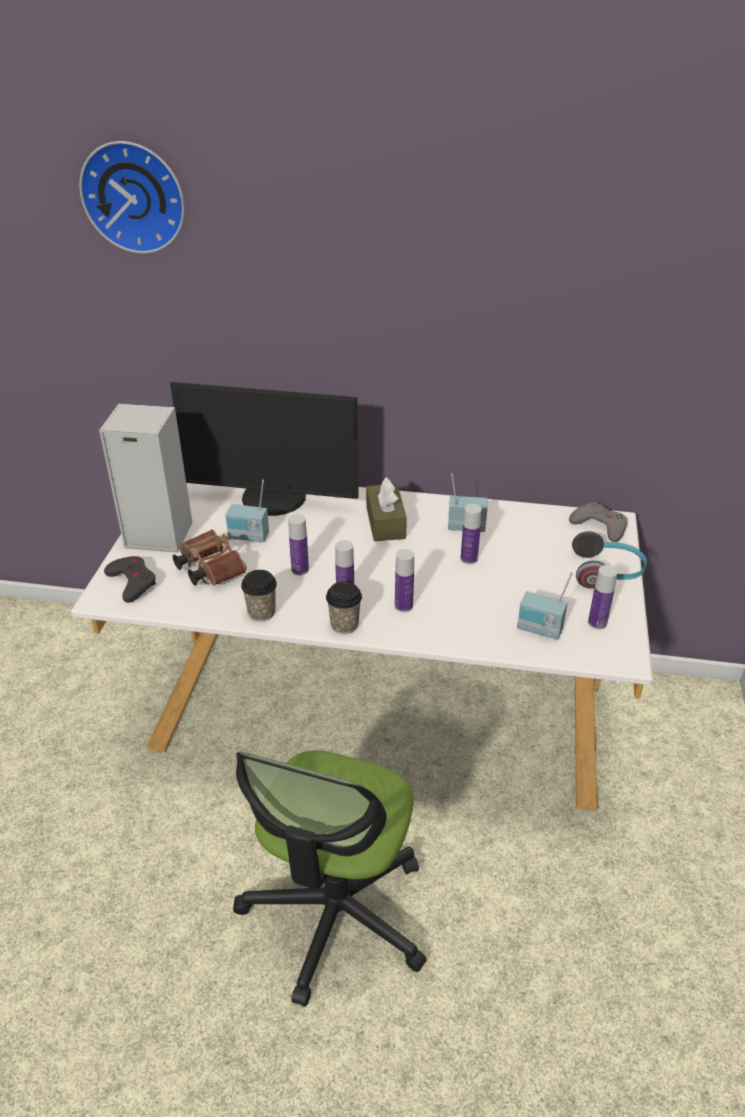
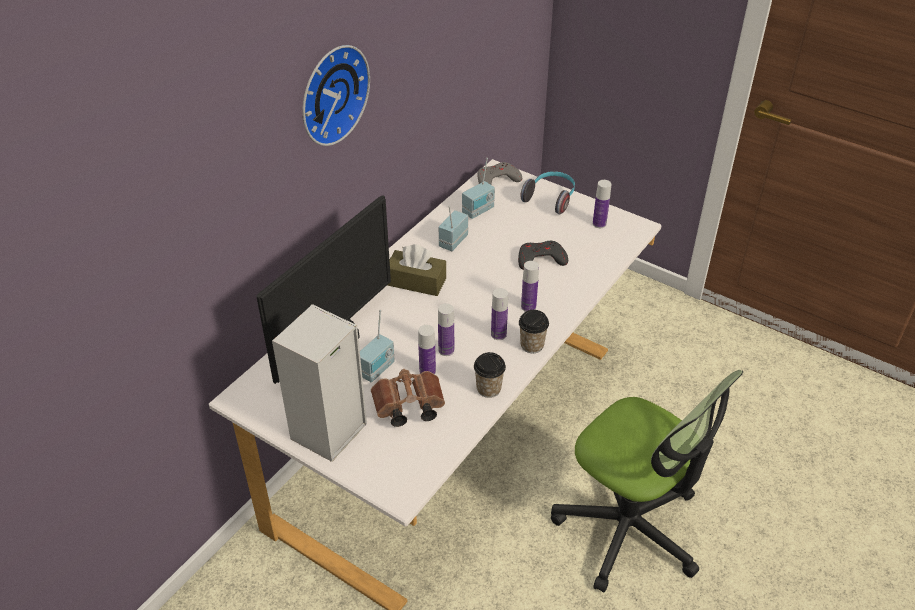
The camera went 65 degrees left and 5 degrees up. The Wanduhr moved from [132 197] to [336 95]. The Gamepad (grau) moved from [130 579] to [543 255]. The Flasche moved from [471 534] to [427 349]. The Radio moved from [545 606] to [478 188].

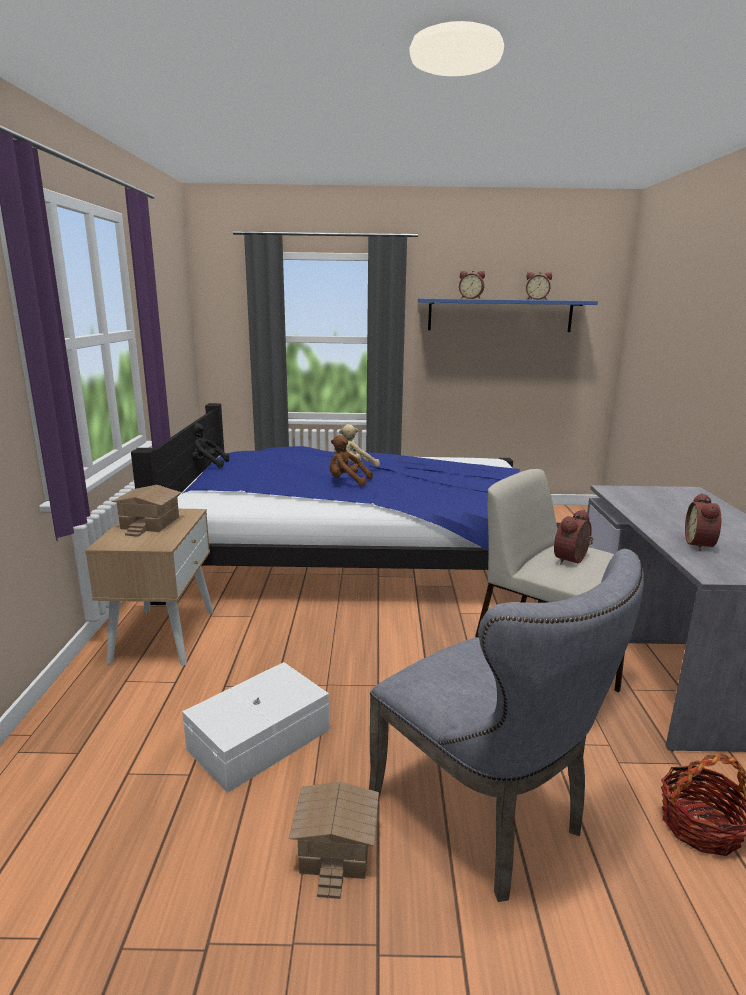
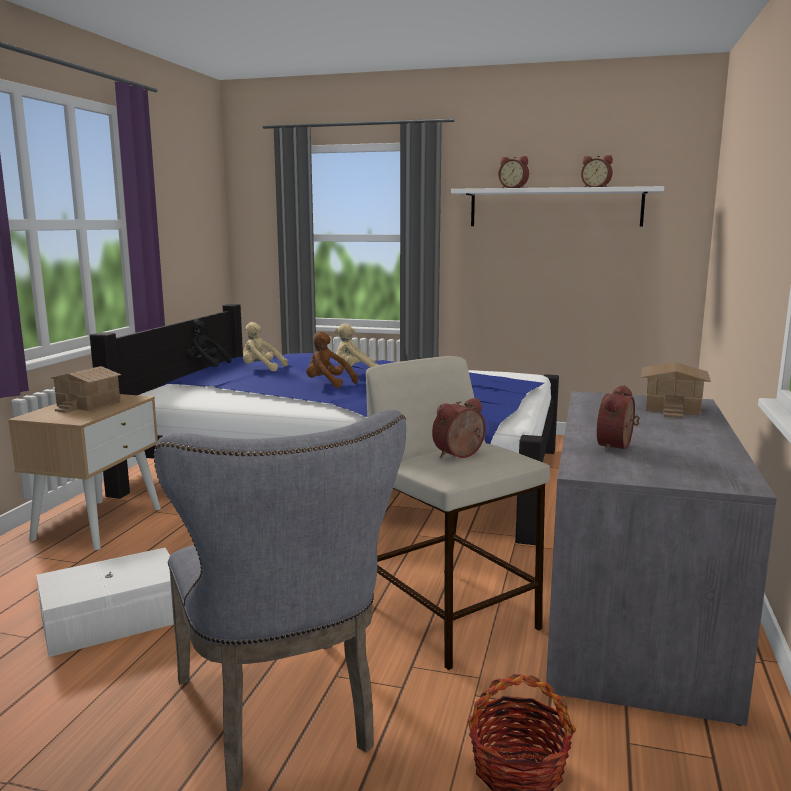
The camera went 15 degrees right and 5 degrees down. The Spielzeughaus moved from [334 840] to [676 390]. The Wandregal (blau) at [508 315] became the Wandregal (weiß) at [557 206]. The Plüschtier (beige) at [265 346] appeared.

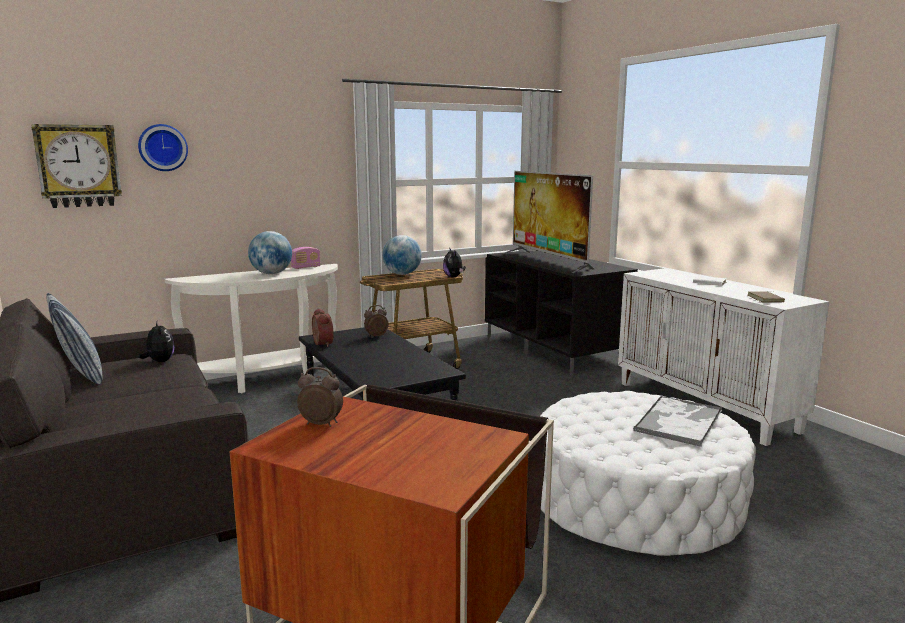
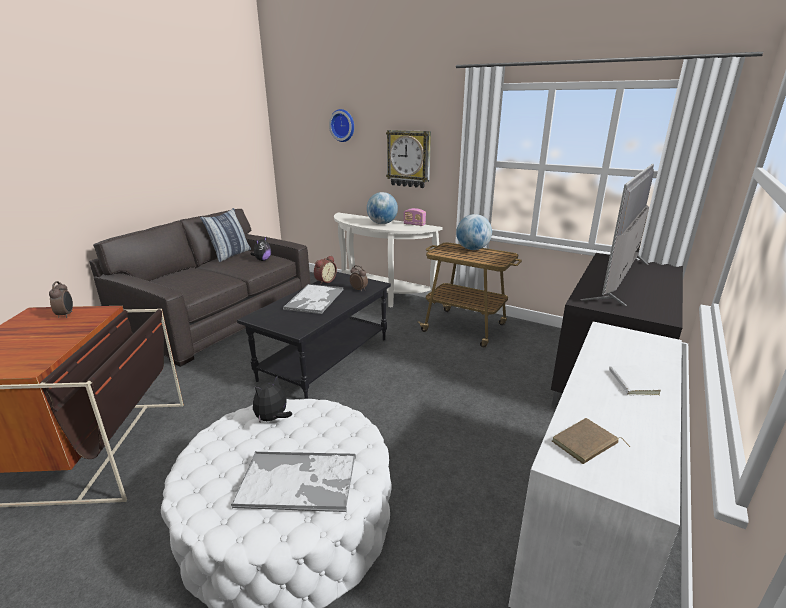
The camera went 60 degrees right and 10 degrees up. The Wanduhr moved from [76 166] to [408 159]. The Plüschtier moved from [454 262] to [272 399]. The Tablett at [313 299] appeared.

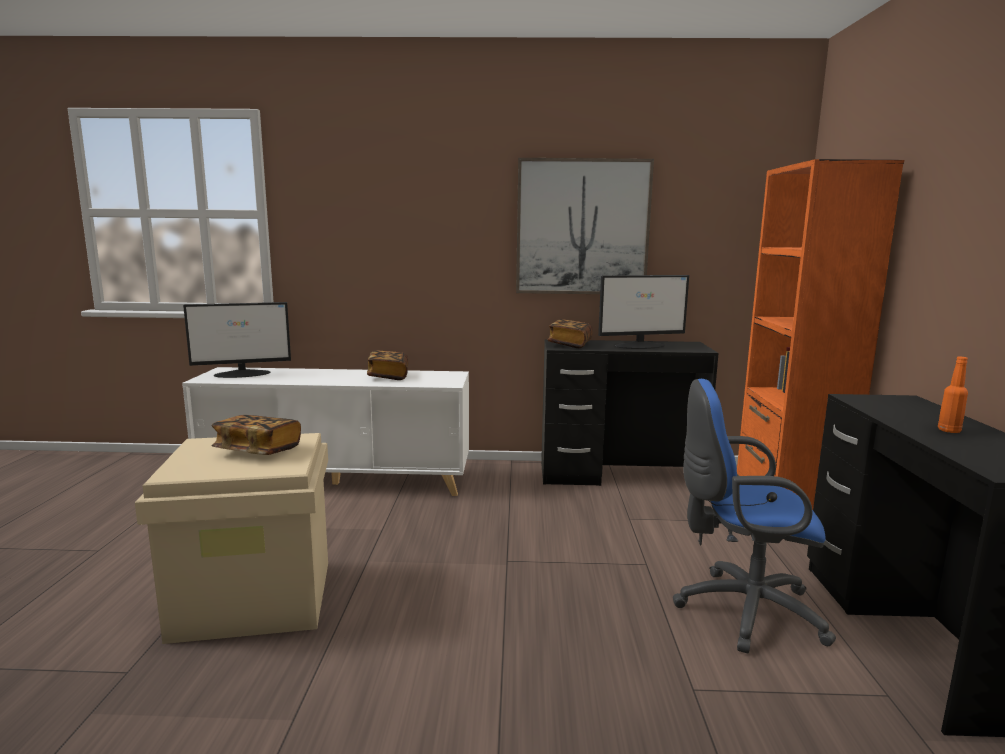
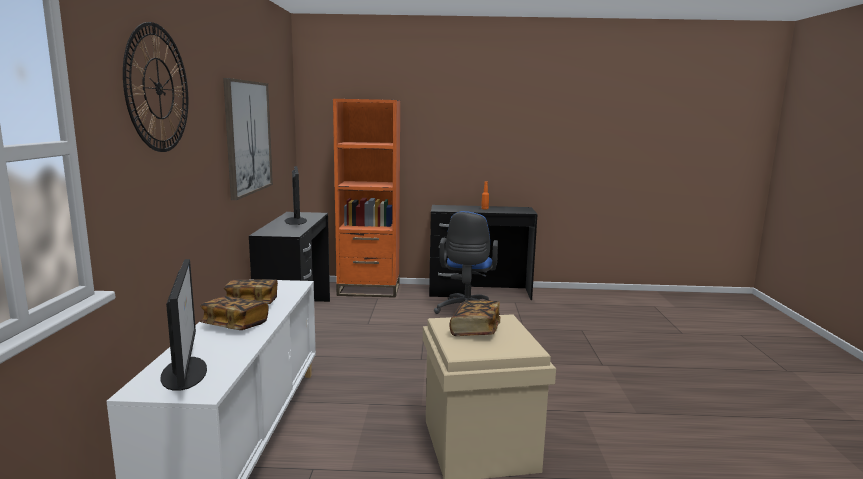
The camera went 90 degrees left and 0 degrees up. The Buch moved from [570 333] to [234 313]. The Wanduhr at [155 87] appeared.

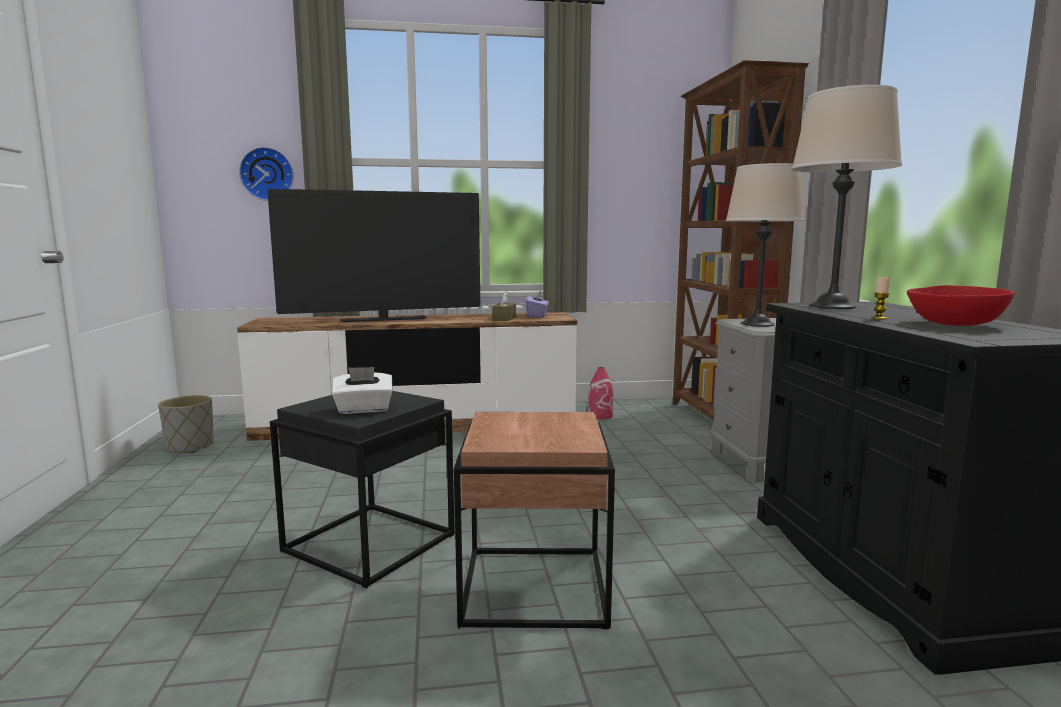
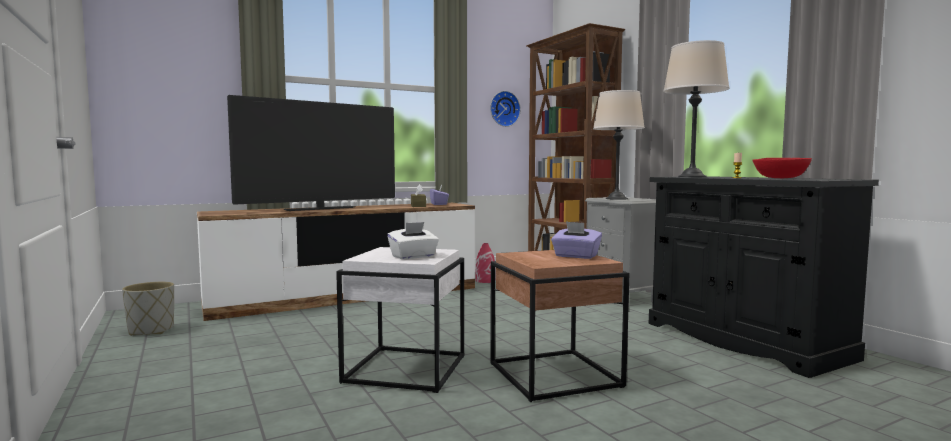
The camera went 20 degrees left and 5 degrees down. The Wanduhr moved from [266 174] to [505 109]. The Beistelltisch (schwarz) at [362 489] became the Beistelltisch (weiß) at [400 320]. The Taschentuchbox (lila) at [576 240] appeared.

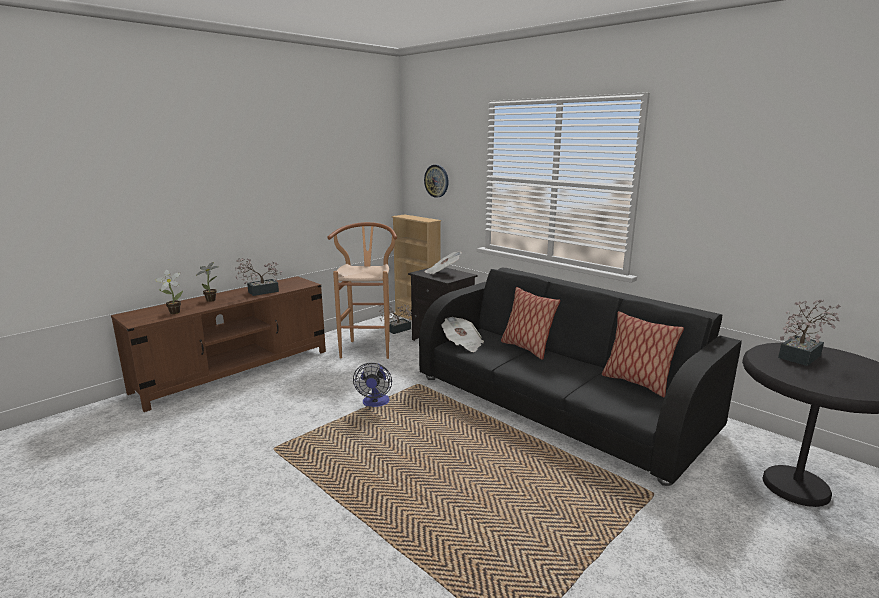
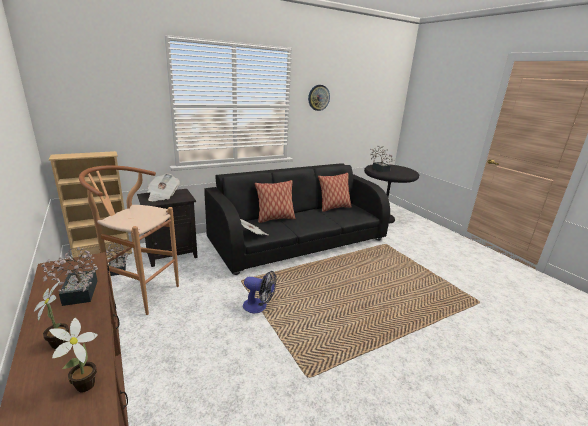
The camera went 75 degrees left and 5 degrees up. The Wanduhr moved from [436 181] to [319 98].

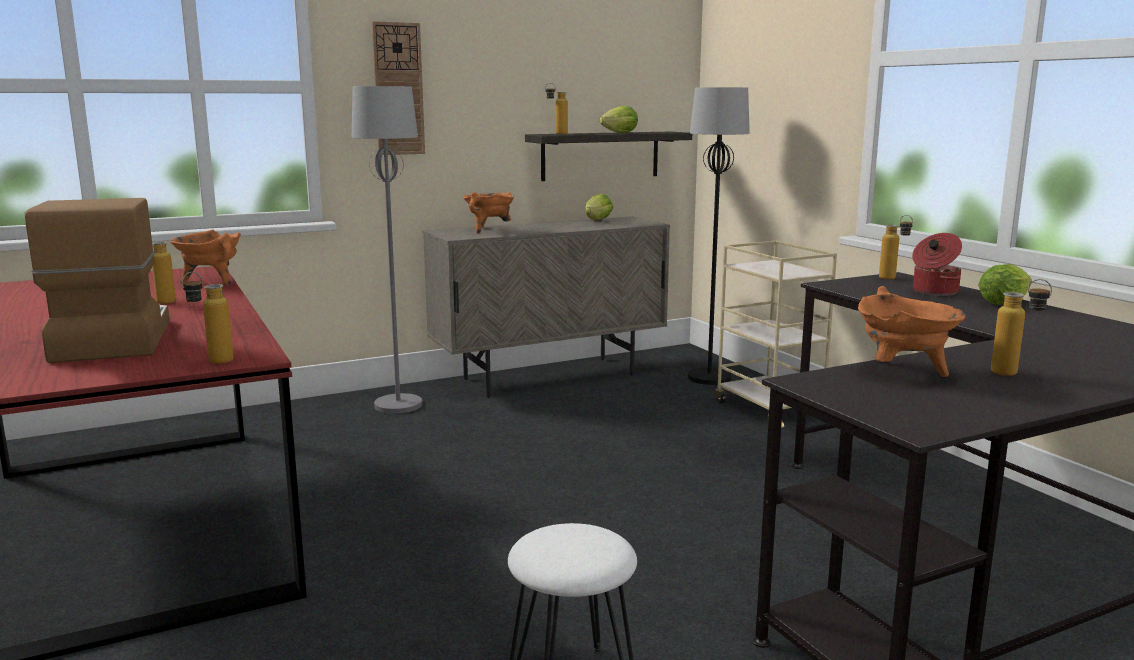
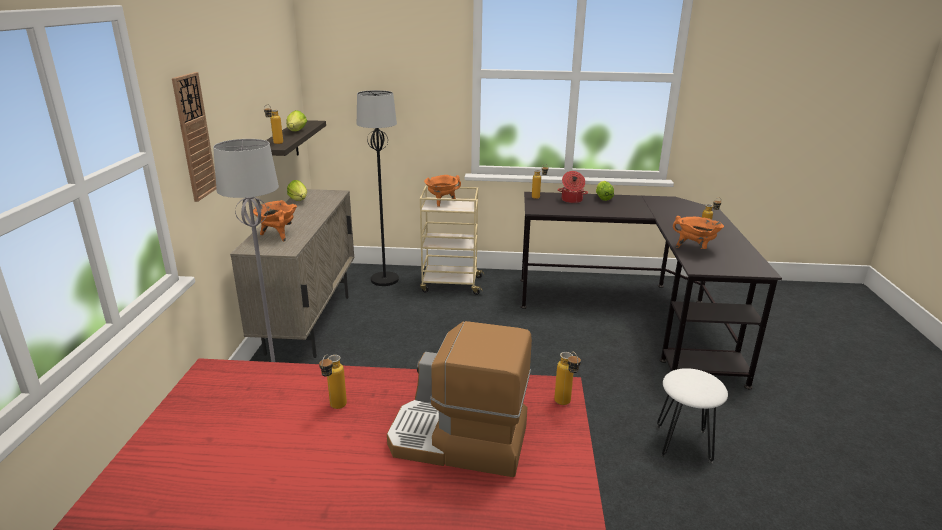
The camera went 60 degrees left and 10 degrees up. The Kochtopf (orange) moved from [205 258] to [442 191].

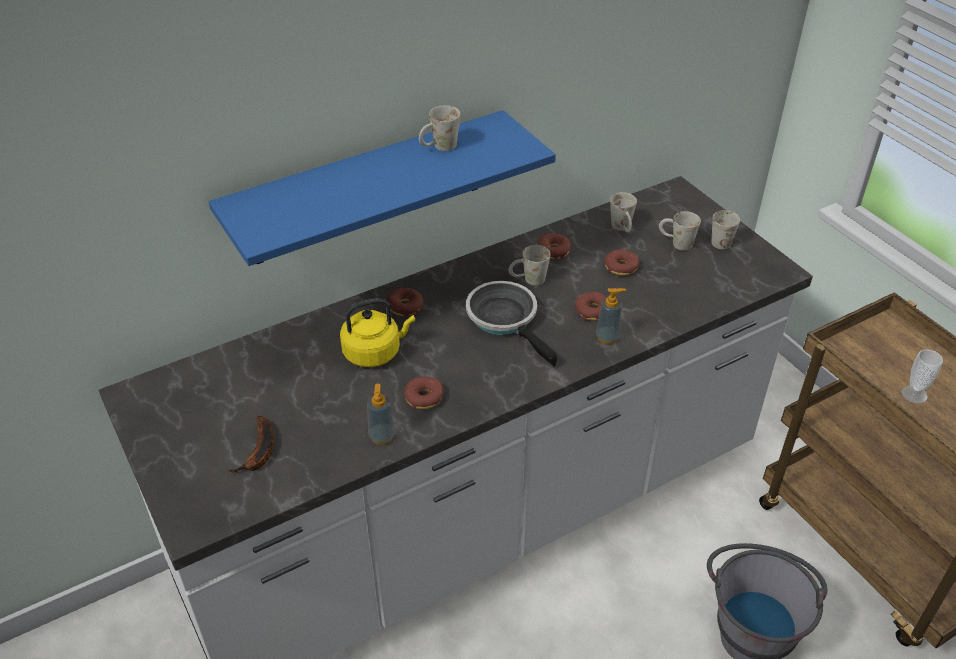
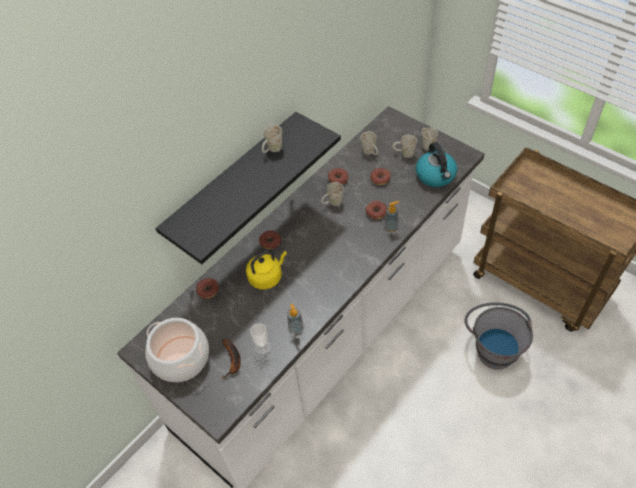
The camera went 15 degrees left and 10 degrees up. The Wandregal (blau) at [382 188] became the Wandregal (schwarz) at [248 188]. The Donut moved from [424 393] to [207 288]. The Pfanne at [511 324] disappeared. The Tasse moved from [922 377] to [260 339]. The Kochtopf at [177 350] appeared. The Wasserkessel at [436 164] appeared.

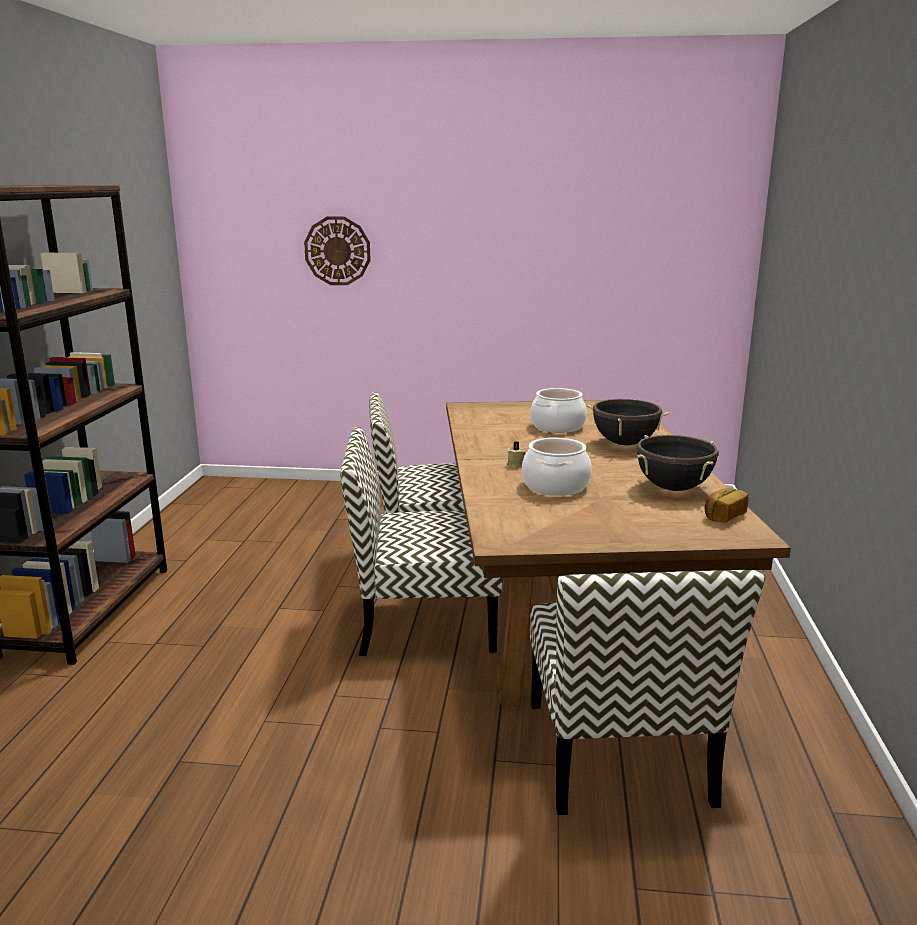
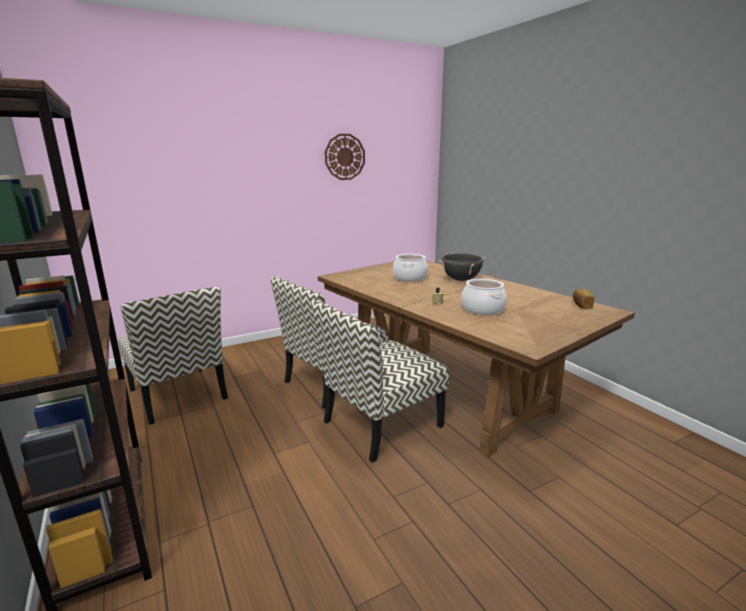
The camera went 35 degrees left and 0 degrees up. The Wanduhr moved from [337 251] to [345 157]. The Stuhl moved from [647 692] to [173 355]. The Kochtopf (schwarz) at [677 463] disappeared.

